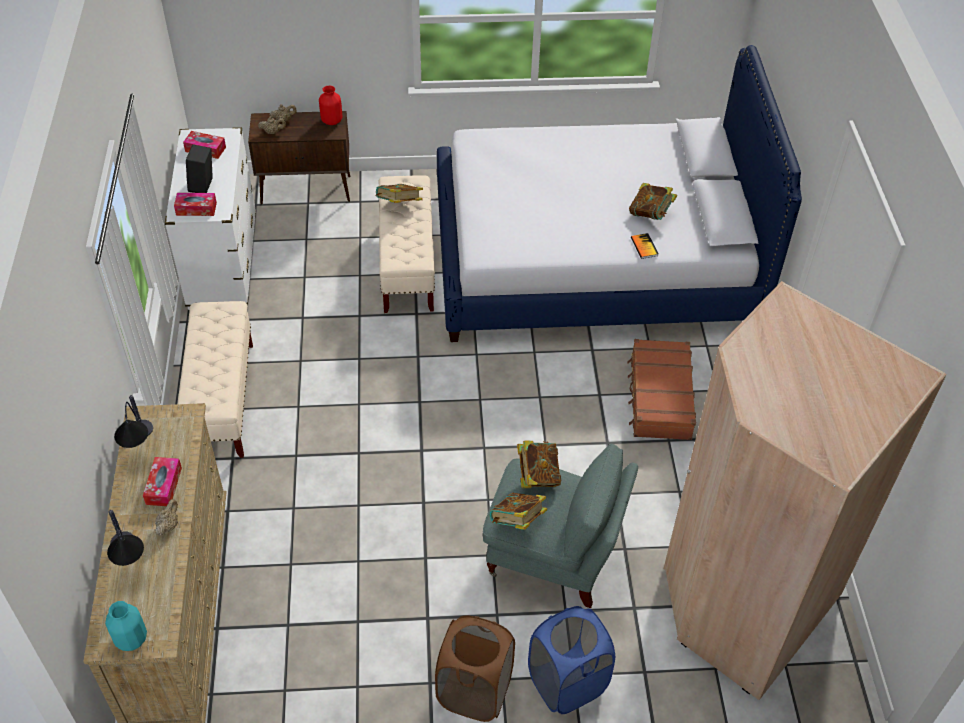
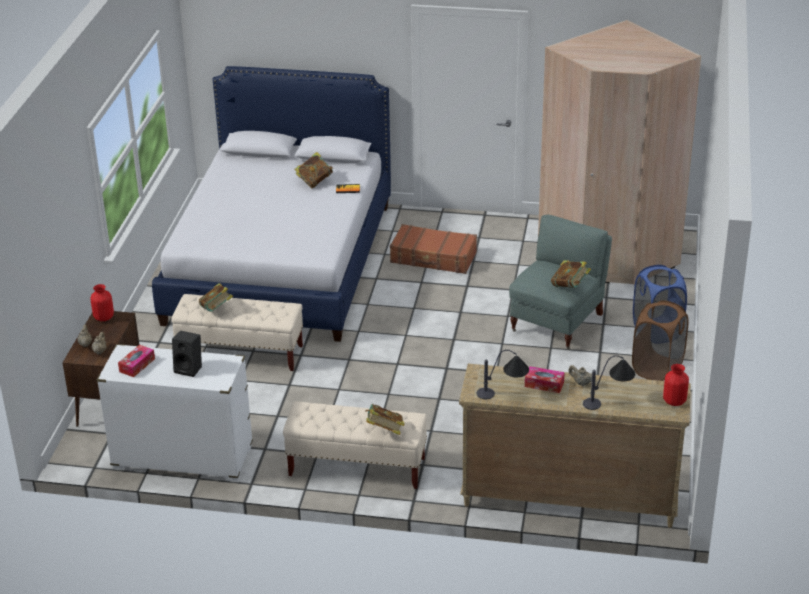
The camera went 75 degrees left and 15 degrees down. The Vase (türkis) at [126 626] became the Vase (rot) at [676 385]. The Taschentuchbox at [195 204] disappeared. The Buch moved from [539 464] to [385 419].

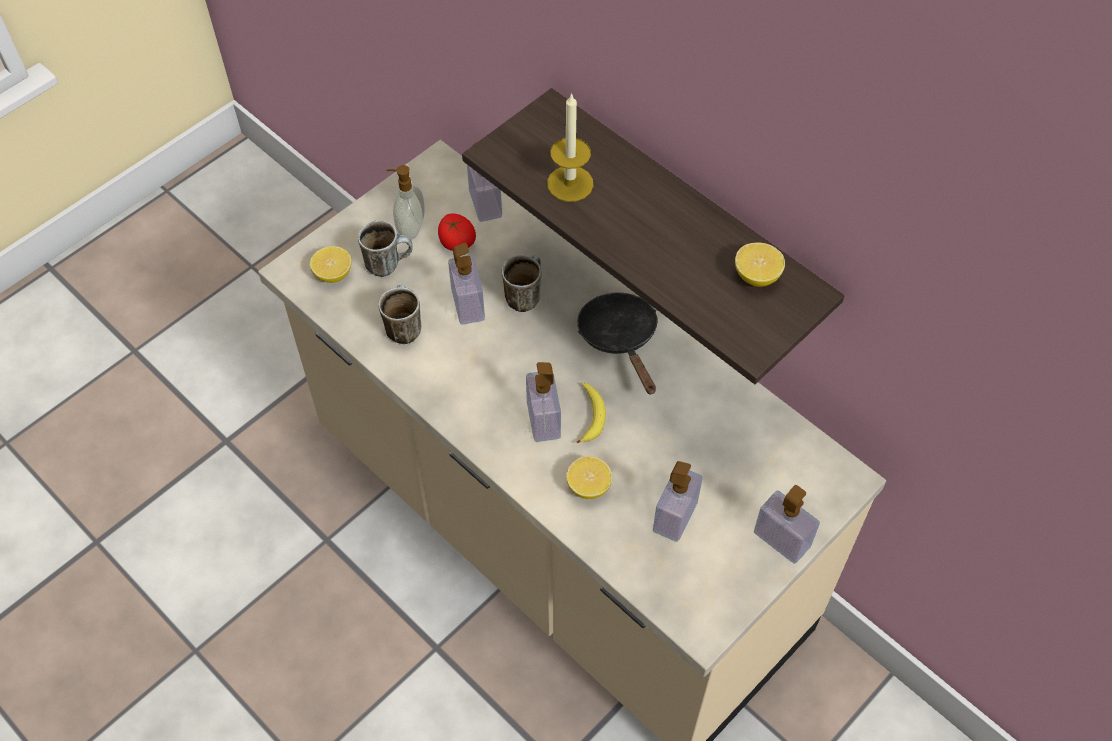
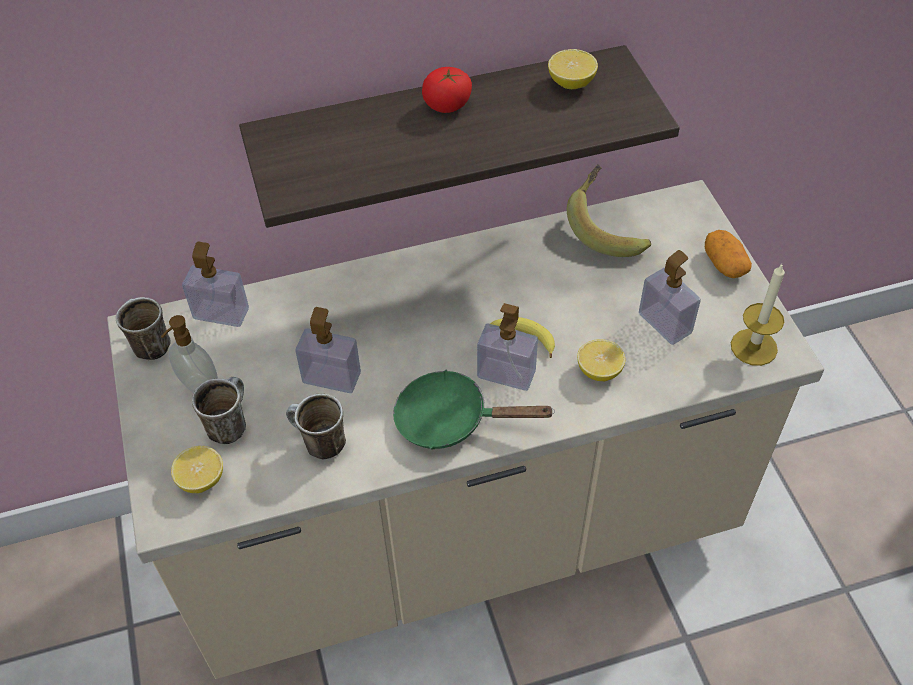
The camera went 60 degrees left and 5 degrees down. The Tomate moved from [457 232] to [447 90]. The Henkelbecher moved from [521 283] to [143 328]. The Kerze moved from [570 147] to [758 315]. The Pfanne (schwarz) at [617 343] disappeared. The Seifenspender at [787 524] was replaced by the Kartoffel at [728 254]. The Pfanne (grün) at [474 409] appeared. The Banane at [609 210] appeared.

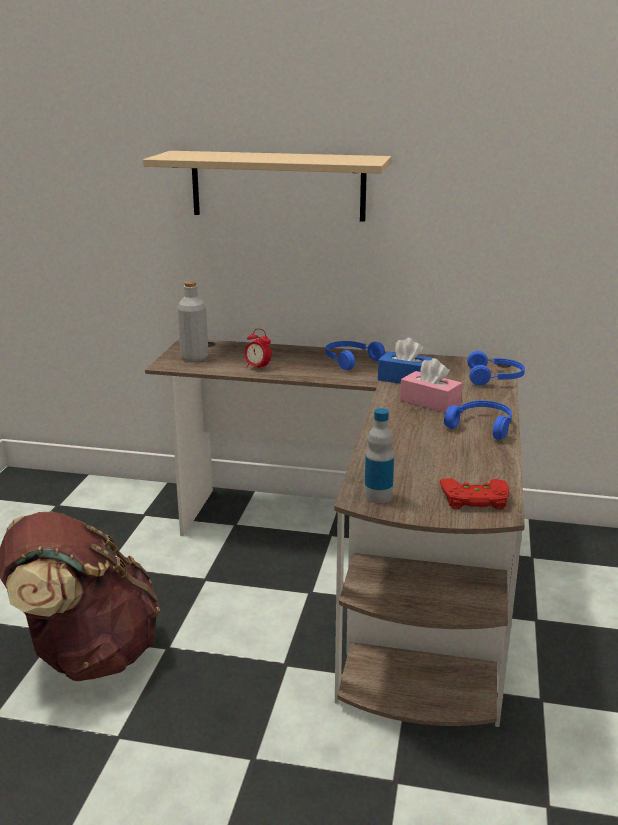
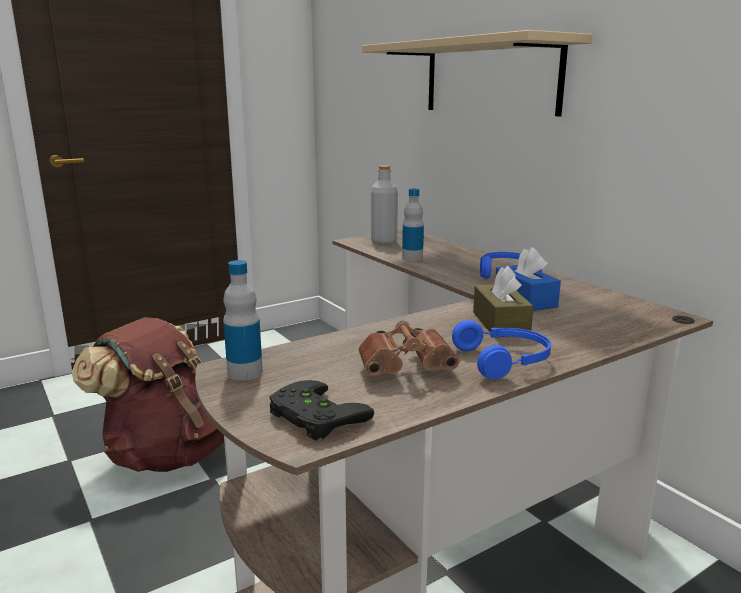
The camera went 45 degrees right and 5 degrees down. The Wecker at [258 350] was replaced by the Flasche at [413 225]. The Taschentuchbox (rosa) at [431 385] became the Taschentuchbox (braun) at [503 301]. The Gamepad (rot) at [474 494] became the Gamepad (schwarz) at [321 410]. The Kopfhörer (blau) at [496 368] disappeared. The Fernglas (braun) at [409 348] appeared.

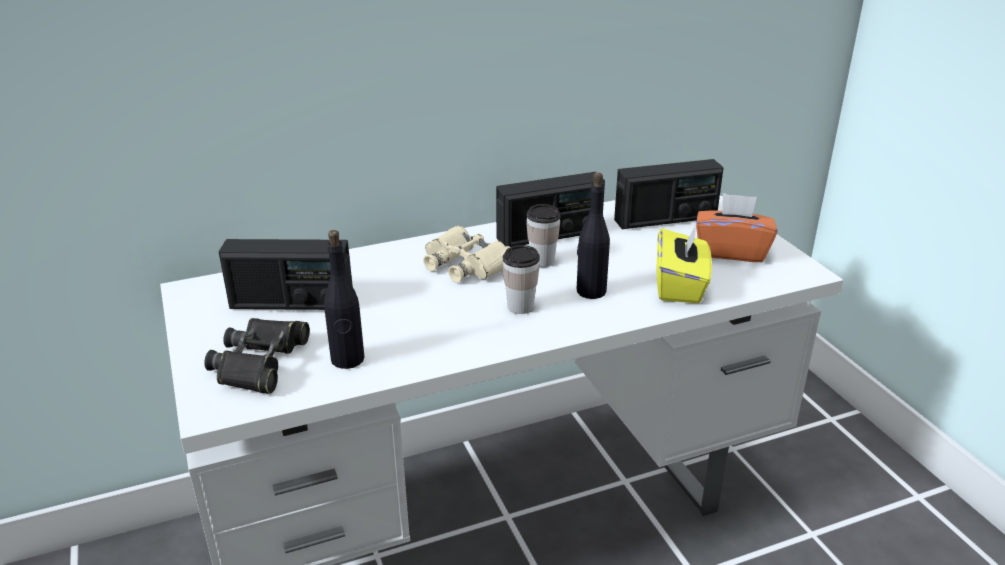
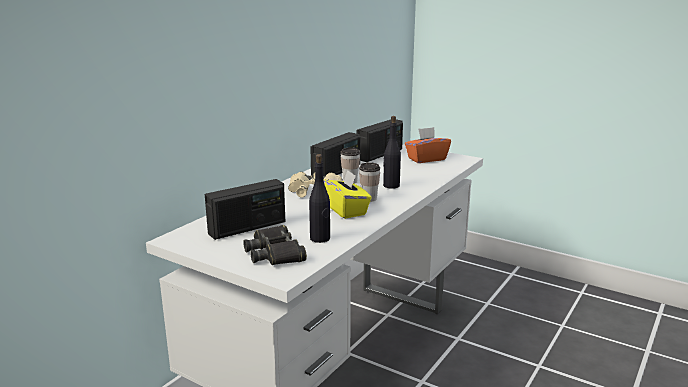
The camera went 35 degrees left and 10 degrees down. The Taschentuchbox (gelb) moved from [684 264] to [347 194].

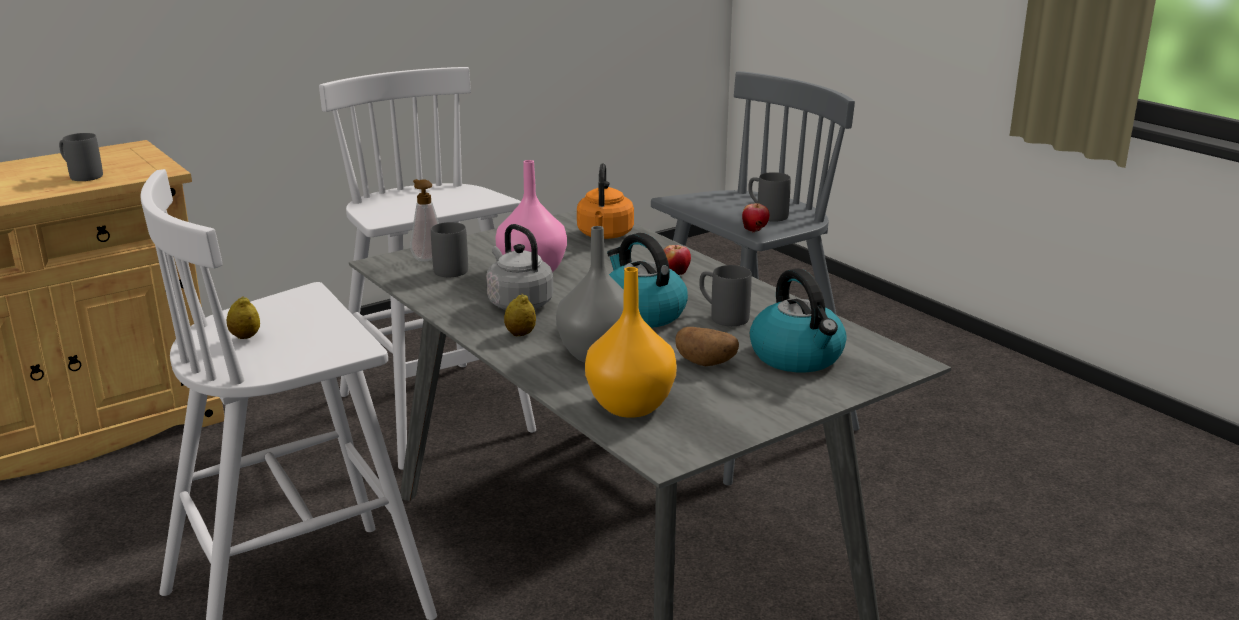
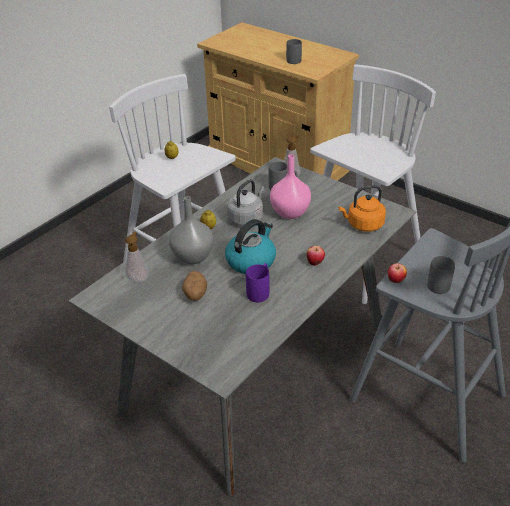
The camera went 75 degrees right and 15 degrees up. The Vase (orange) at [631 342] was replaced by the Seifenspender at [137 257]. The Henkelbecher (grau) at [725 295] became the Henkelbecher (lila) at [258 282]. The Wasserkessel at [798 320] disappeared.

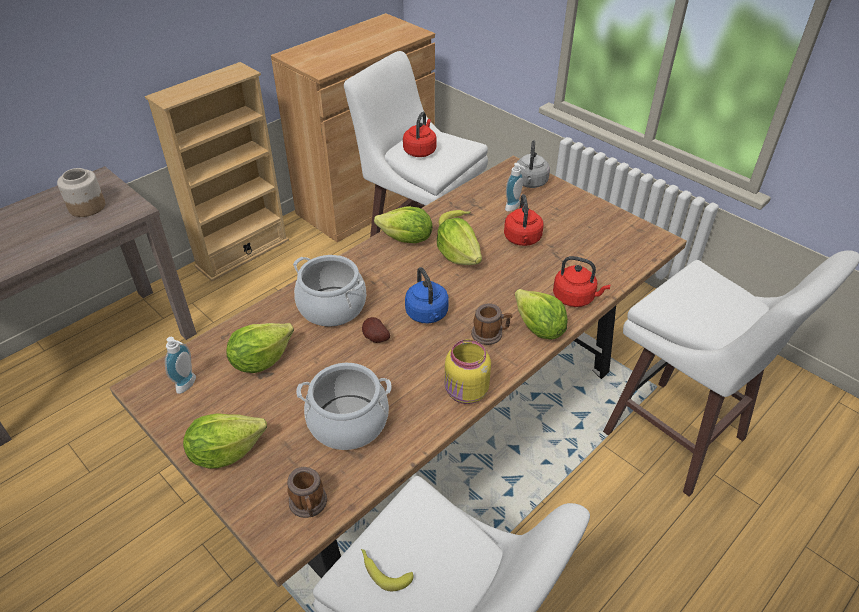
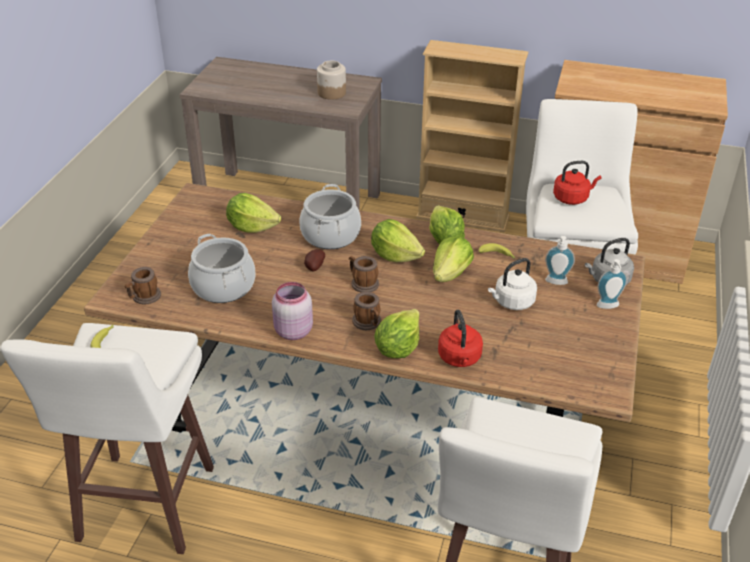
The camera went 60 degrees right and 5 degrees down. The Seifenspender moved from [180 365] to [612 284]. The Salatkopf moved from [225 441] to [398 240]. The Wasserkessel (blau) at [427 295] was replaced by the Henkelbecher at [364 274]. The Vorratsglas (gelb) at [467 371] became the Vorratsglas (rosa) at [292 311]. The Wasserkessel (rot) at [523 220] became the Wasserkessel (weiß) at [512 284].

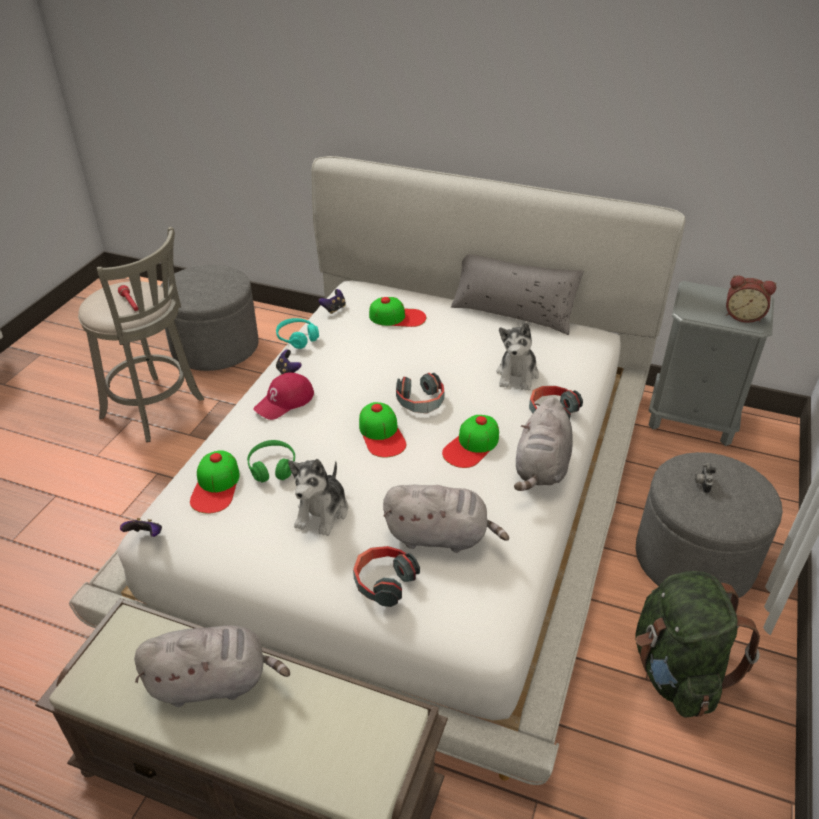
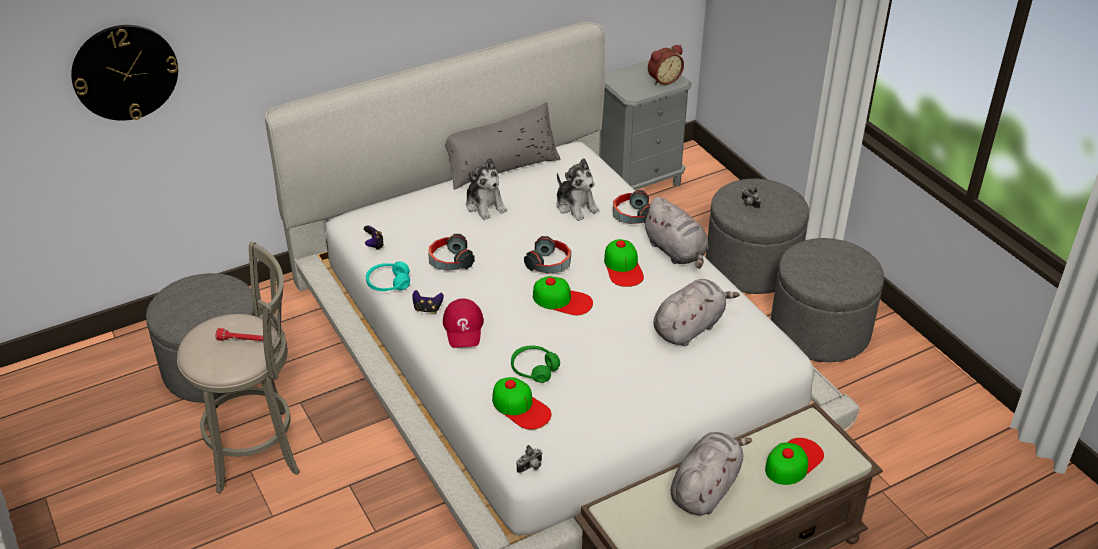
The camera went 50 degrees left and 0 degrees up. The Gamepad at [141 527] was replaced by the Kamera at [529 459]. The Plüschtier moved from [318 497] to [486 189]. The Kopfhörer moved from [386 576] to [451 252]. The Kappe moved from [397 312] to [794 461]. The Rucksack (grün) at [698 644] was replaced by the Polsterhocker (grau) at [827 300]. The Wanduhr at [124 73] appeared.

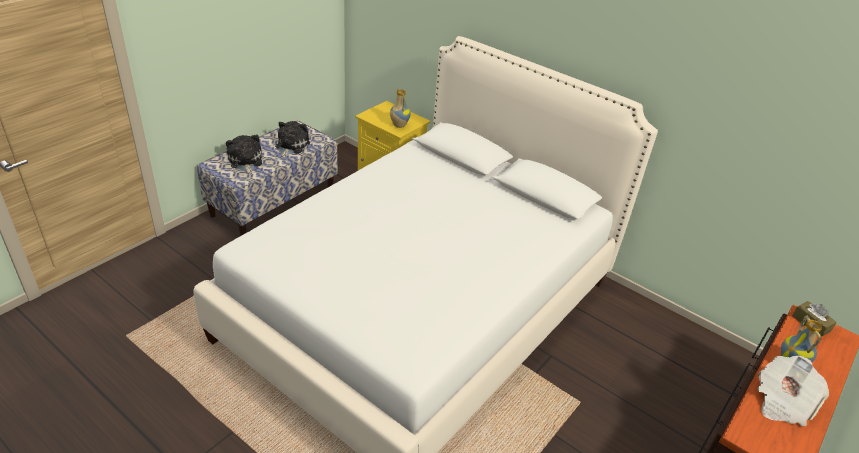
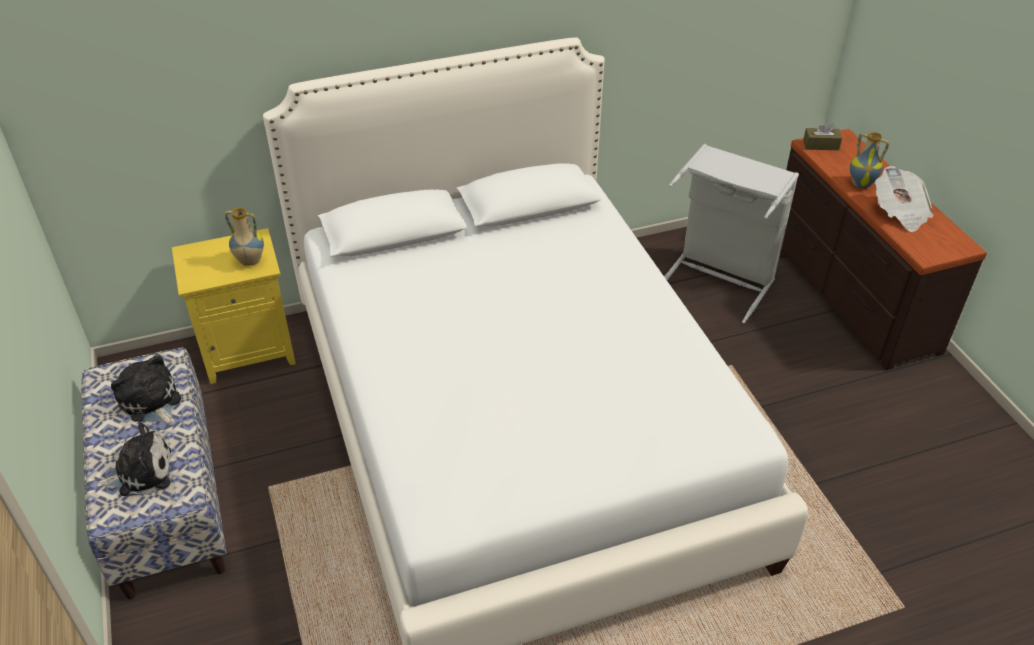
The camera went 55 degrees left and 5 degrees up. The Plüschtier at [244 154] turned 150 degrees clockwise. The Wäschekorb (grau) at [731 234] appeared.

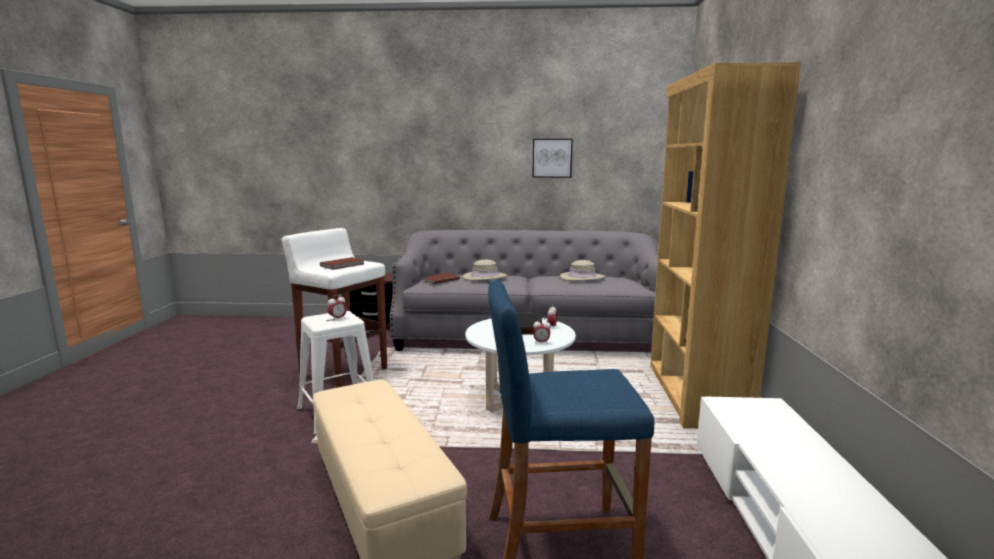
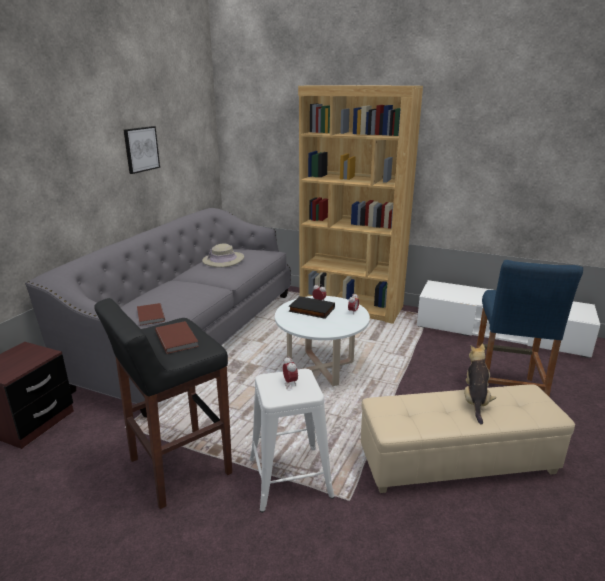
The camera went 70 degrees left and 10 degrees up. The Hocker (weiß) at [334 308] became the Hocker (schwarz) at [163 403]. The Hut (beige) at [485 270] disappeared. The Plüschtier at [480 384] appeared.

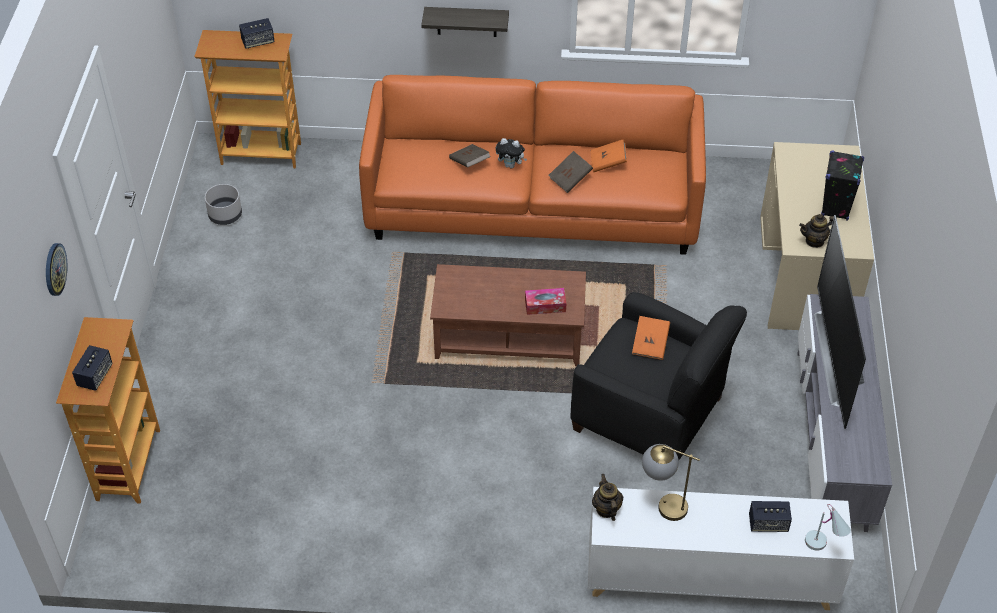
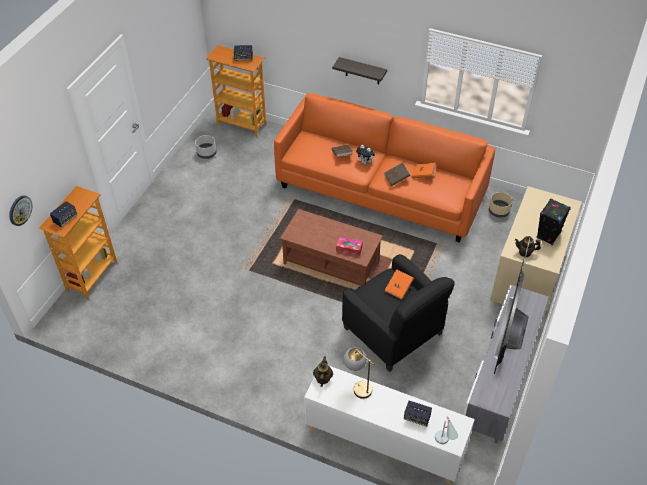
The camera went 20 degrees right and 0 degrees up. The Wanduhr moved from [56 269] to [20 211]. The Pflanzkübel (beige) at [500 204] appeared.

